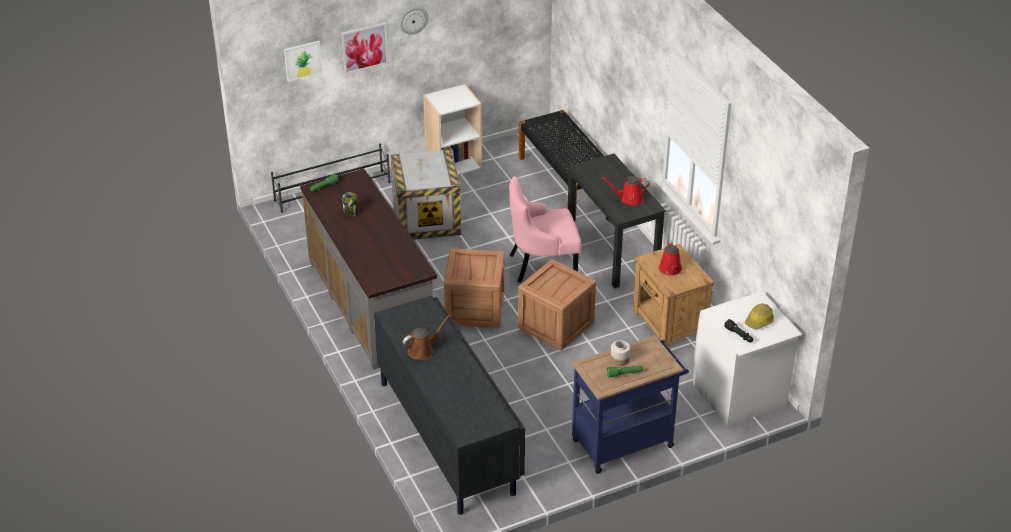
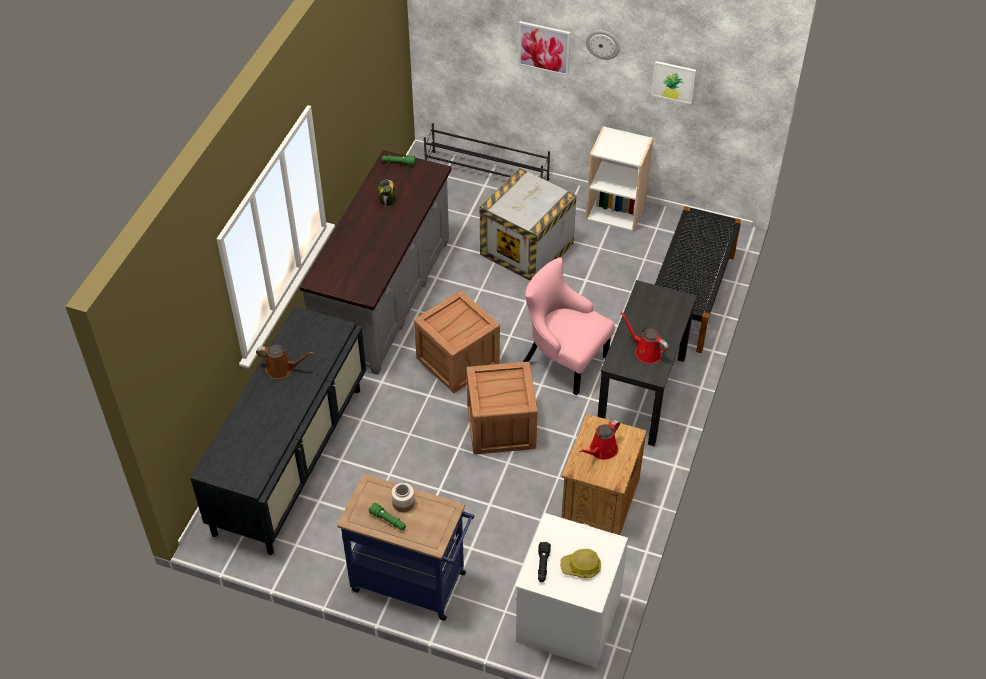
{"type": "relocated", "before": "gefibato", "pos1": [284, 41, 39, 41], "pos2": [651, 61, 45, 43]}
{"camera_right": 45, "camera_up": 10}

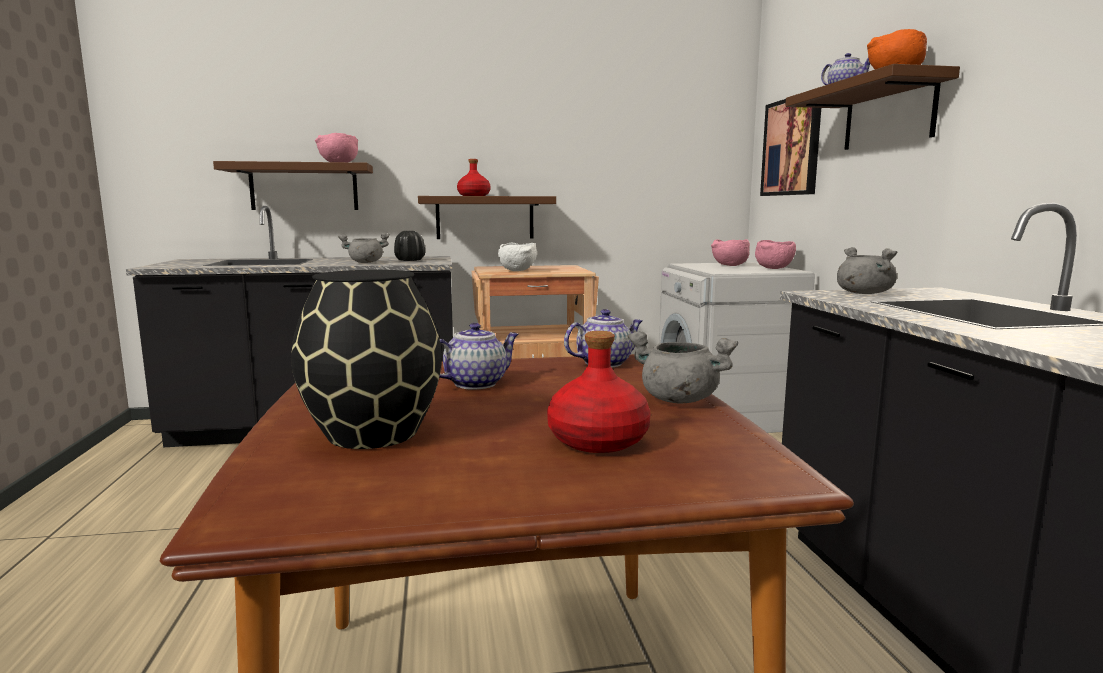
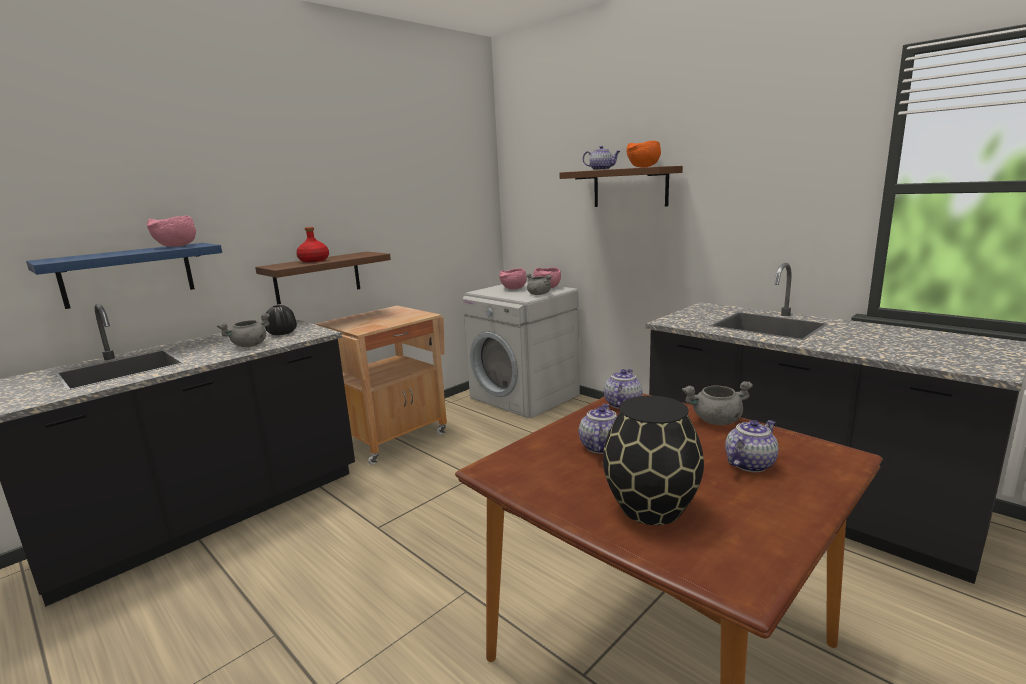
{"type": "missing", "before": "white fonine", "pos1": [498, 243, 39, 28]}
{"type": "missing", "before": "gefibato", "pos1": [760, 99, 61, 97]}
{"type": "relocated", "before": "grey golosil", "pos1": [837, 247, 60, 47], "pos2": [526, 273, 26, 22]}
{"type": "exchanged", "before": "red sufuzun", "after": "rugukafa", "pos1": [547, 331, 104, 122], "pos2": [725, 420, 54, 52]}
{"type": "colour", "before": "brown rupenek", "after": "blue rupenek", "pos1": [213, 161, 160, 49], "pos2": [26, 243, 196, 66]}
{"camera_right": -35, "camera_up": 5}

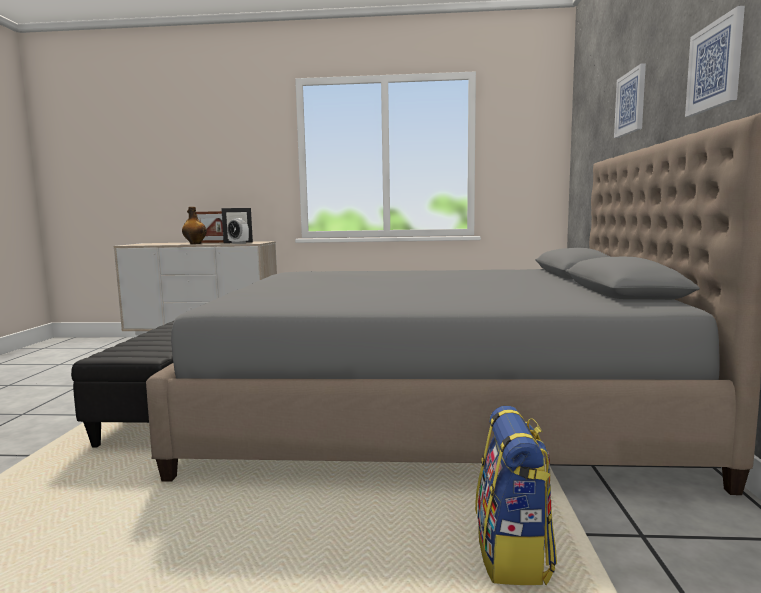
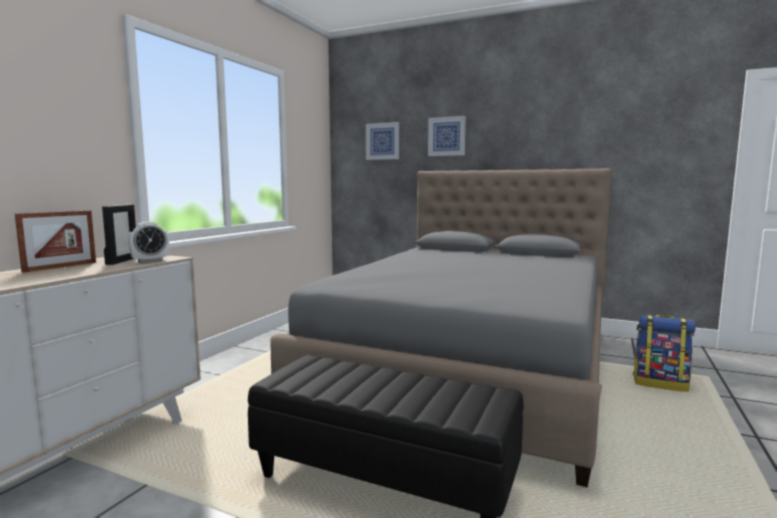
{"type": "missing", "before": "sufuzun", "pos1": [182, 207, 25, 37]}
{"type": "relocated", "before": "gefibato", "pos1": [685, 6, 60, 111], "pos2": [366, 122, 33, 38]}
{"camera_right": -70, "camera_up": 0}

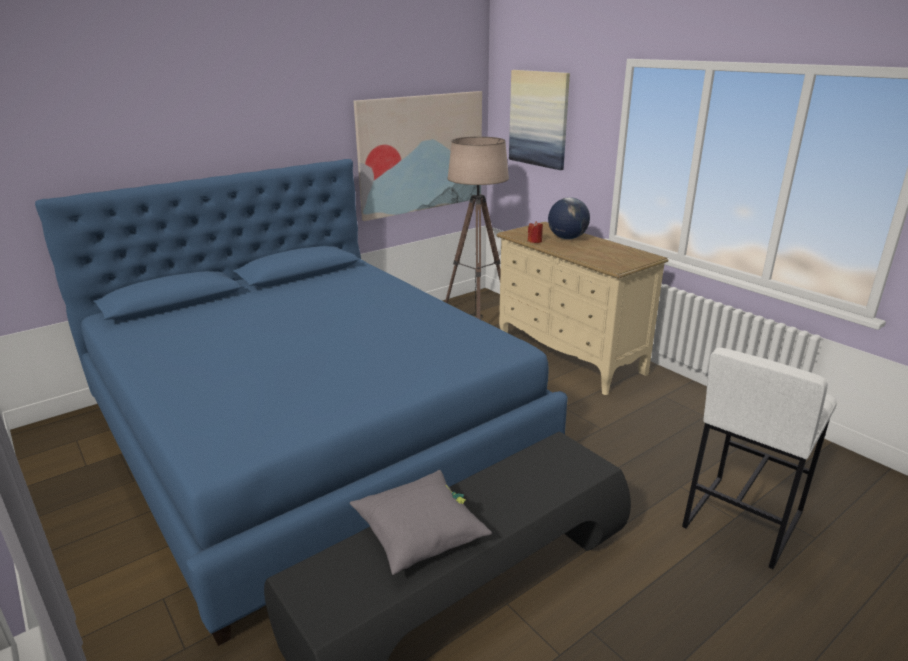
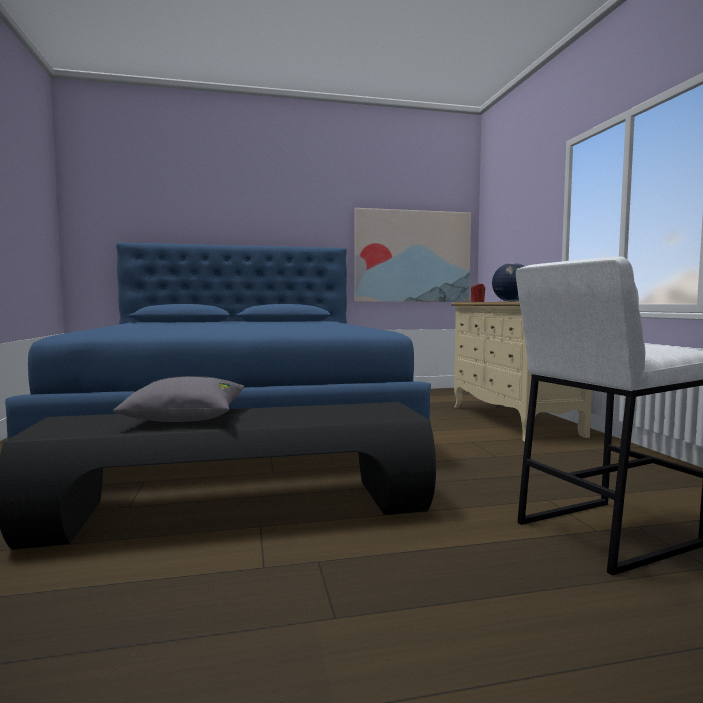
{"type": "missing", "before": "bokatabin", "pos1": [445, 137, 64, 182]}
{"type": "missing", "before": "gefibato", "pos1": [509, 70, 61, 100]}
{"camera_right": 25, "camera_up": -20}

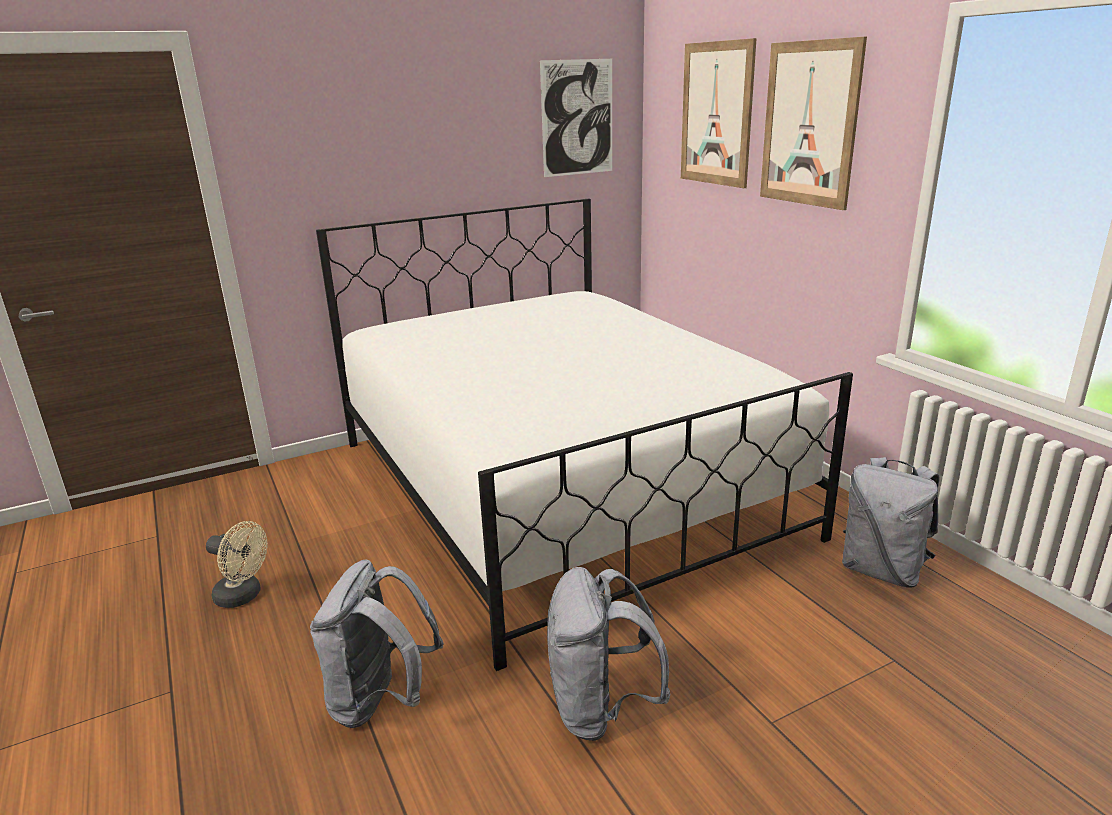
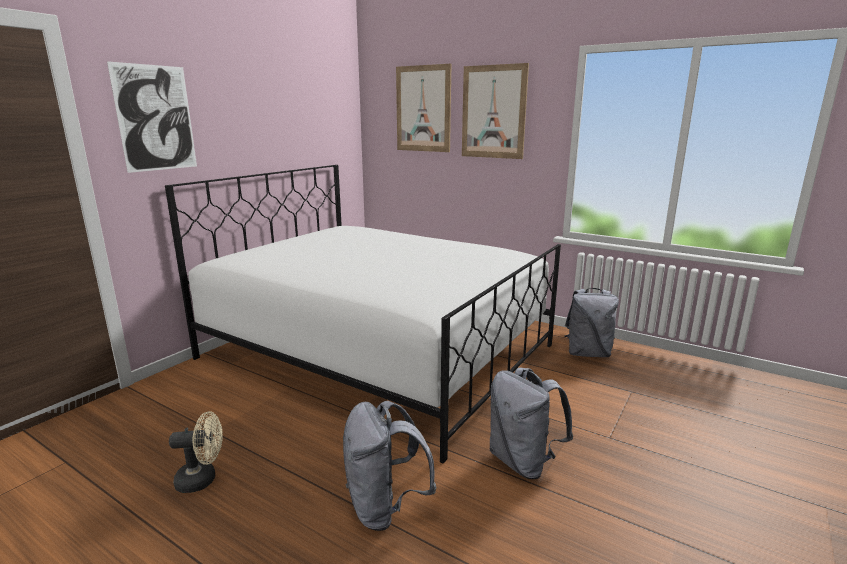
{"type": "relocated", "before": "gefibato", "pos1": [540, 59, 72, 118], "pos2": [107, 61, 90, 112]}
{"camera_right": -30, "camera_up": -5}

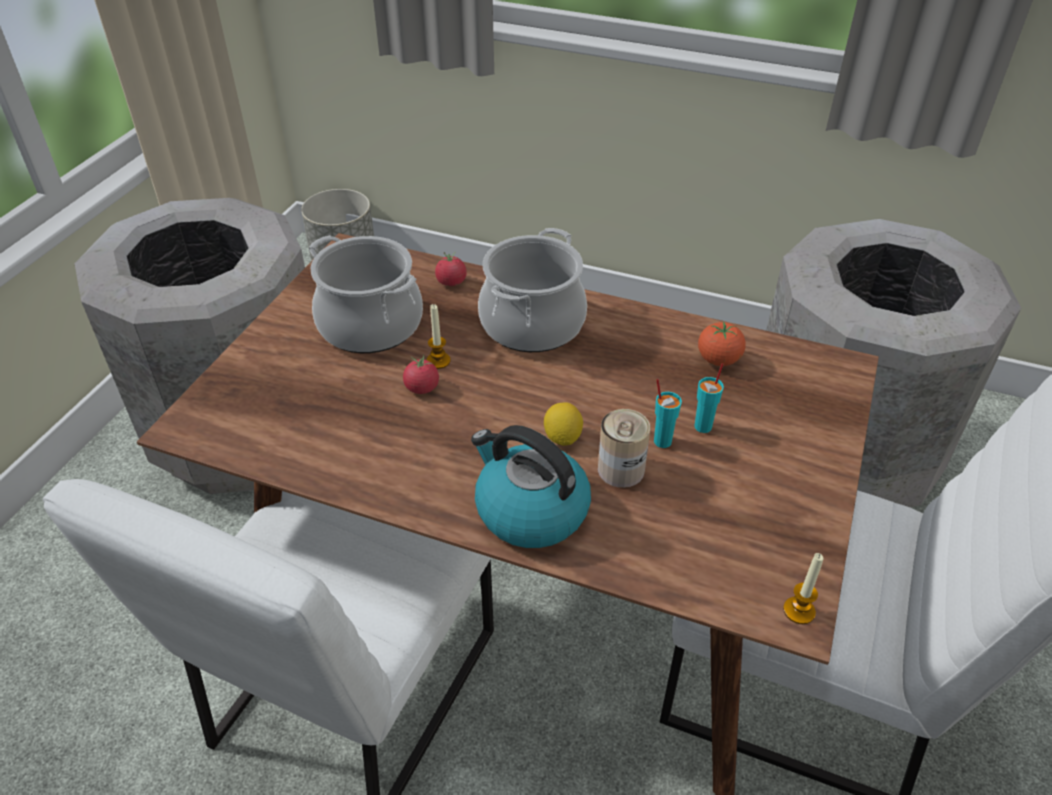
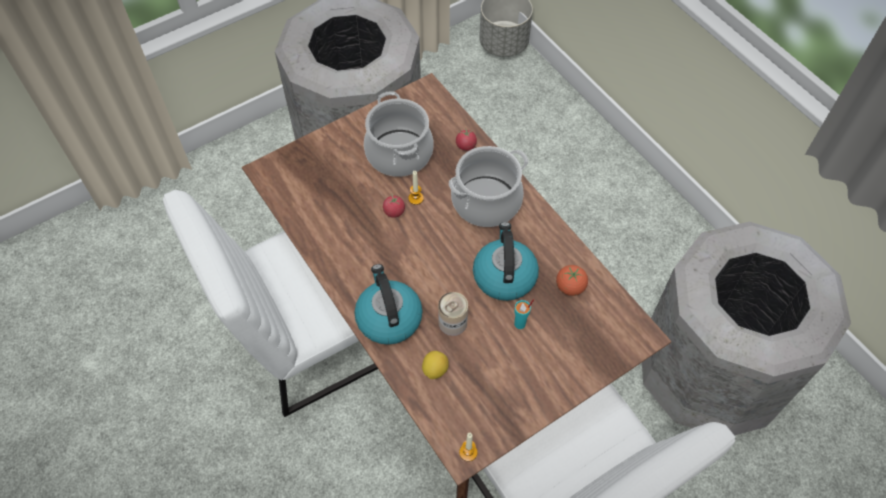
{"type": "missing", "before": "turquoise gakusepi", "pos1": [654, 379, 28, 69]}
{"type": "appeared", "after": "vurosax", "pos2": [473, 222, 66, 79]}
{"type": "relocated", "before": "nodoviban", "pos1": [544, 402, 39, 44], "pos2": [422, 351, 27, 28]}
{"camera_right": 35, "camera_up": 15}

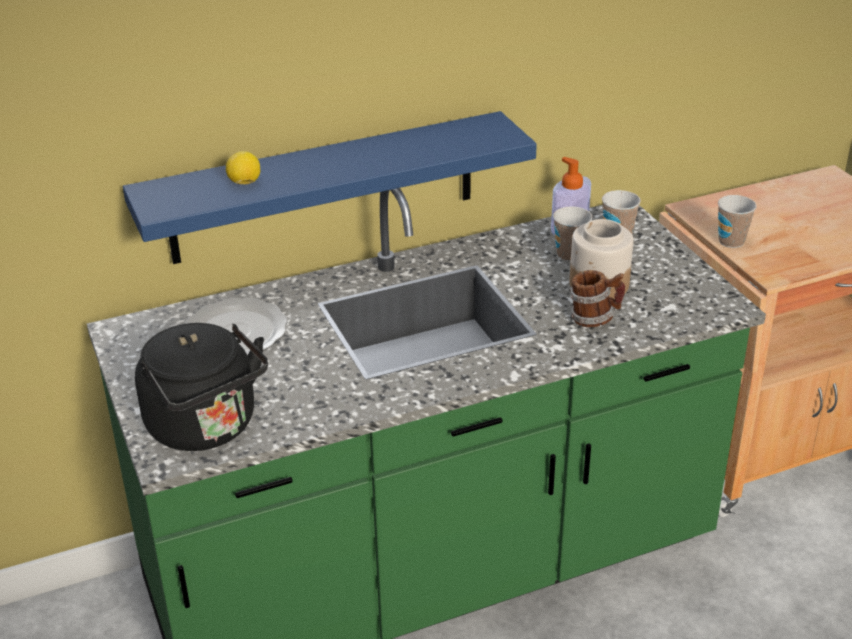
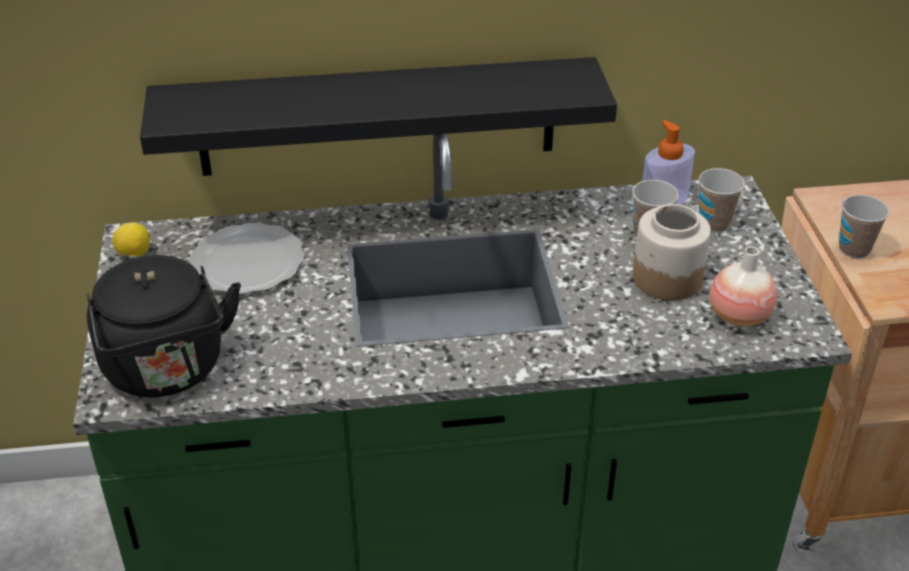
{"type": "missing", "before": "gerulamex", "pos1": [570, 270, 55, 57]}
{"type": "appeared", "after": "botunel", "pos2": [710, 247, 67, 80]}
{"type": "relocated", "before": "nodoviban", "pos1": [226, 151, 34, 33], "pos2": [112, 222, 38, 34]}
{"type": "colour", "before": "blue rupenek", "after": "black rupenek", "pos1": [123, 111, 414, 153], "pos2": [140, 57, 477, 119]}
{"camera_right": 15, "camera_up": 5}

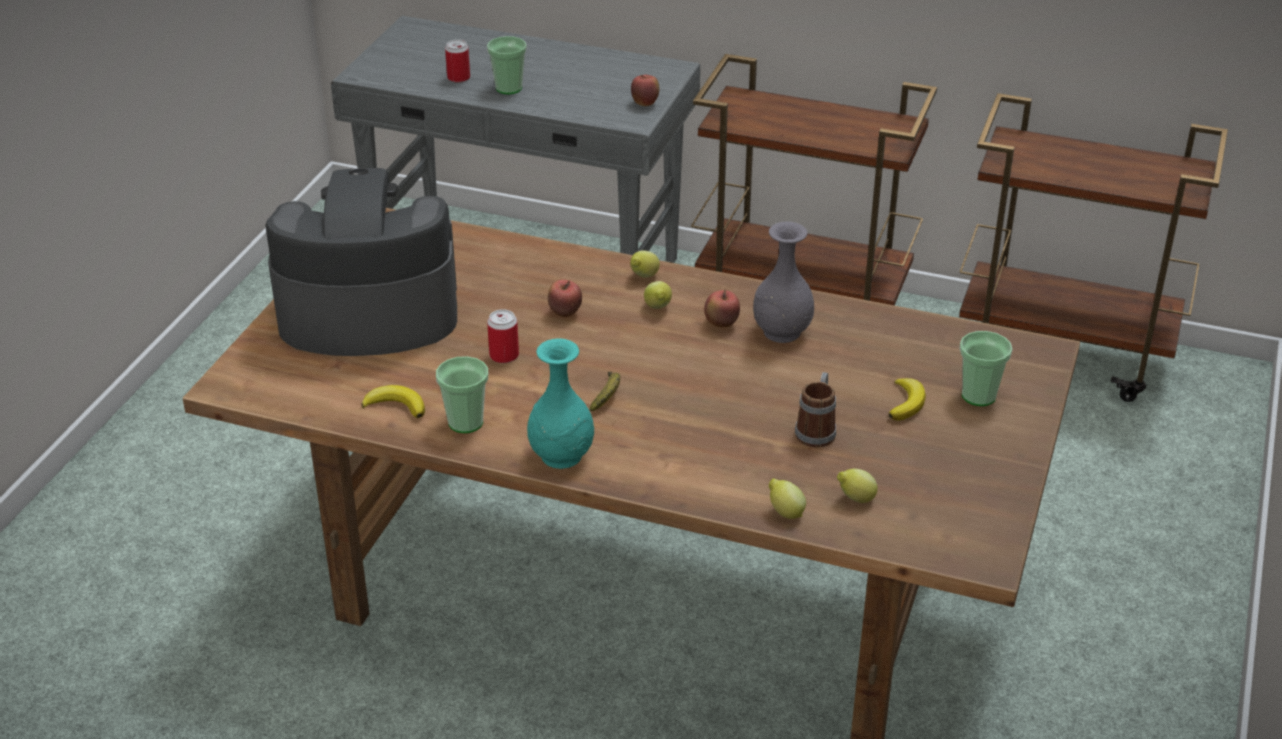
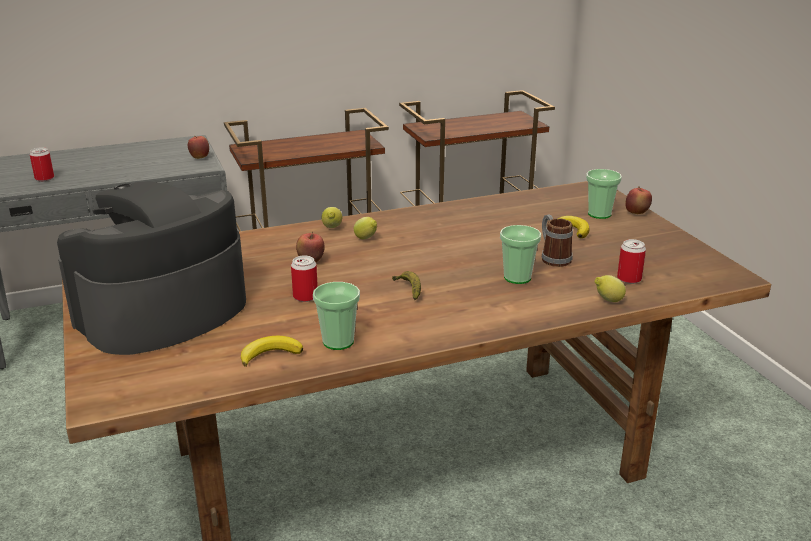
{"type": "missing", "before": "turquoise botunel", "pos1": [527, 338, 67, 131]}
{"type": "missing", "before": "grey botunel", "pos1": [753, 222, 61, 121]}
{"type": "relocated", "before": "gakusepi", "pos1": [487, 36, 40, 58], "pos2": [500, 225, 41, 59]}
{"type": "relocated", "before": "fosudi", "pos1": [704, 290, 36, 37], "pos2": [625, 186, 27, 28]}
{"type": "exchanged", "before": "nodoviban", "after": "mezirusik", "pos1": [837, 468, 41, 35], "pos2": [617, 239, 29, 45]}
{"camera_right": -40, "camera_up": -10}

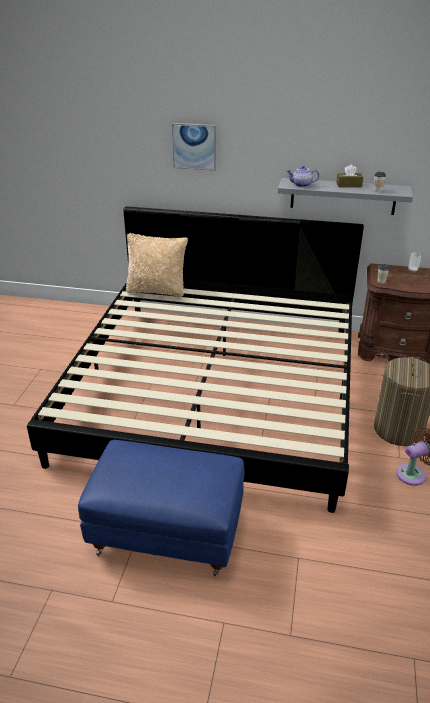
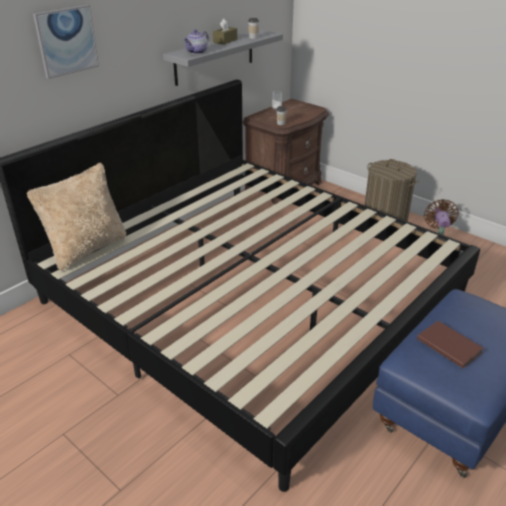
{"type": "appeared", "after": "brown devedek", "pos2": [417, 321, 67, 47]}
{"camera_right": -60, "camera_up": 0}

